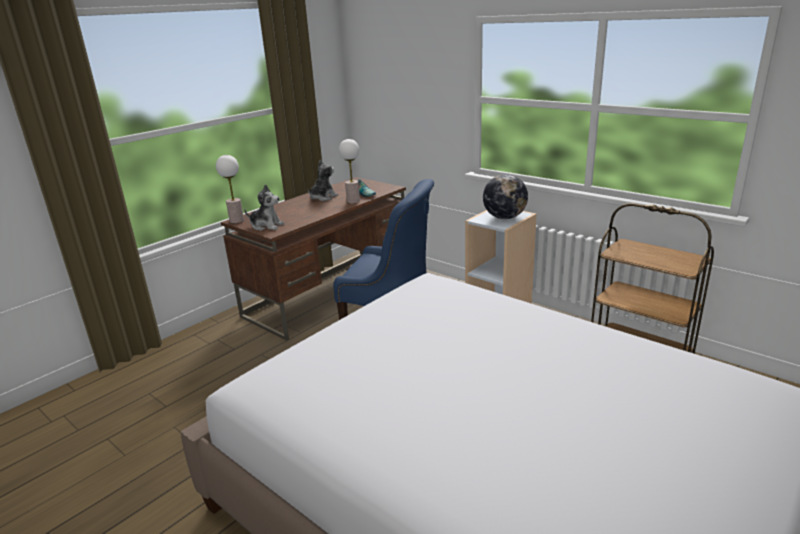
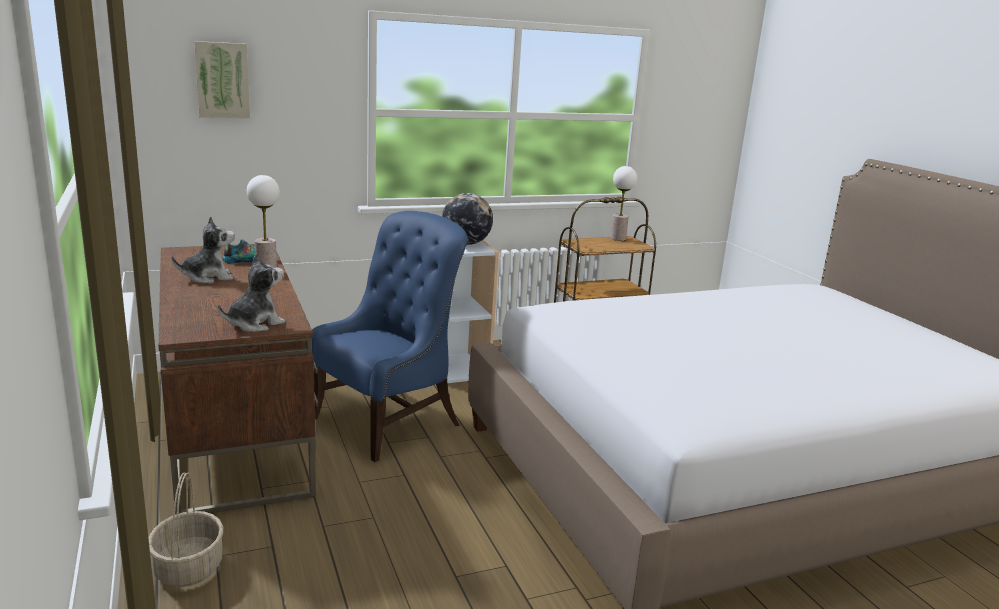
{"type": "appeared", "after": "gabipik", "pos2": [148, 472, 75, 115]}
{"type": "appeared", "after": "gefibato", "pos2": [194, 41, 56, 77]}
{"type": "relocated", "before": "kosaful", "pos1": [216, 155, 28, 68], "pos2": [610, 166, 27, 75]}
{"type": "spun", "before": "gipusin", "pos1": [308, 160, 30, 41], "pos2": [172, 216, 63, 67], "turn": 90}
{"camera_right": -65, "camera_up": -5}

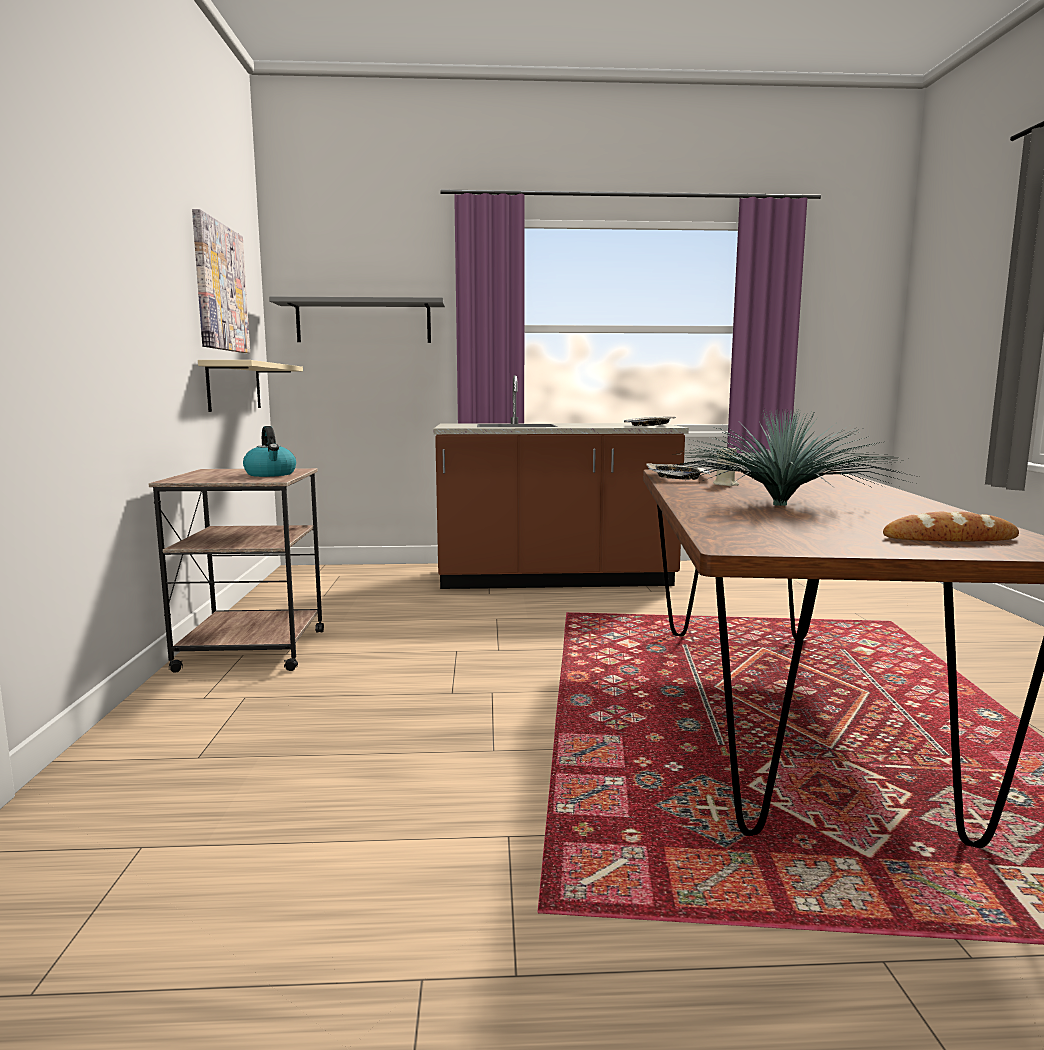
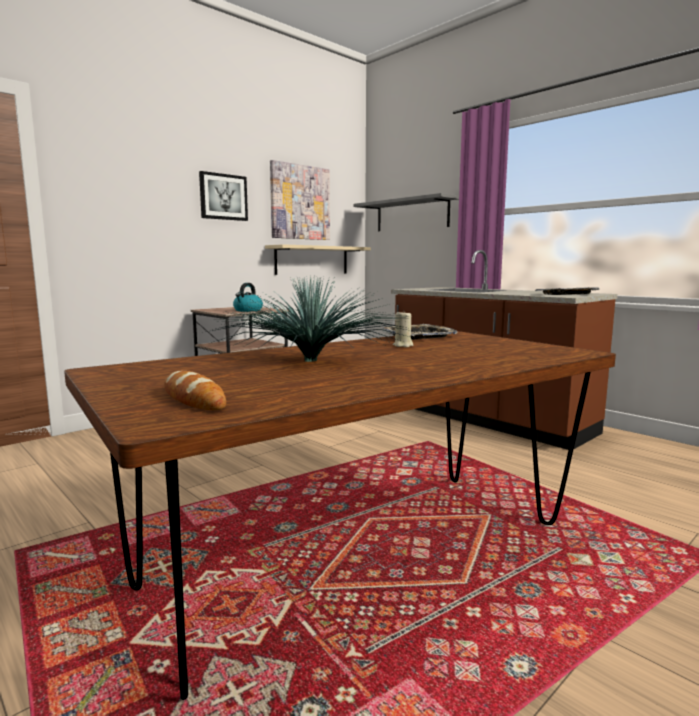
{"type": "appeared", "after": "gefibato", "pos2": [199, 171, 49, 50]}
{"camera_right": 50, "camera_up": 0}

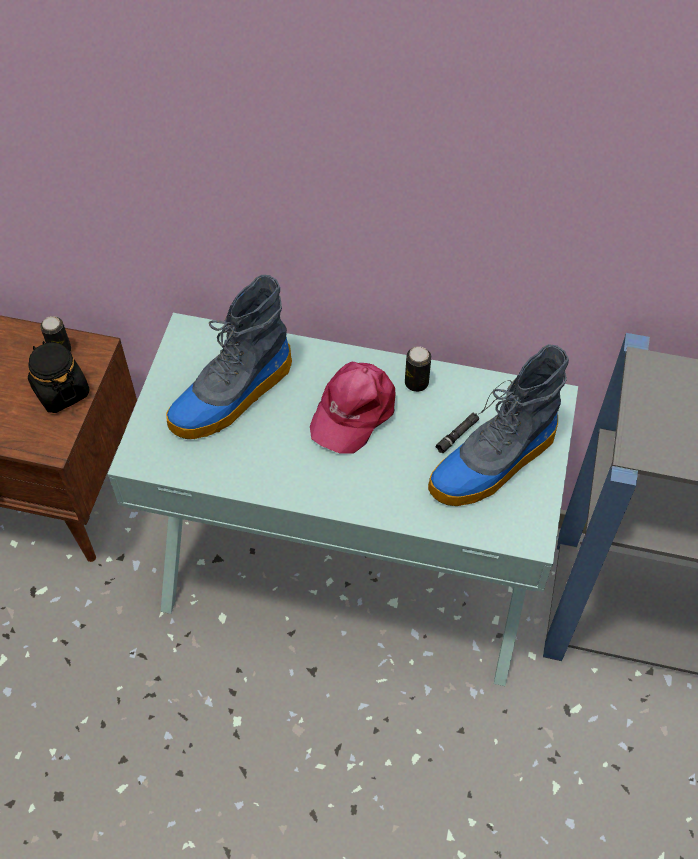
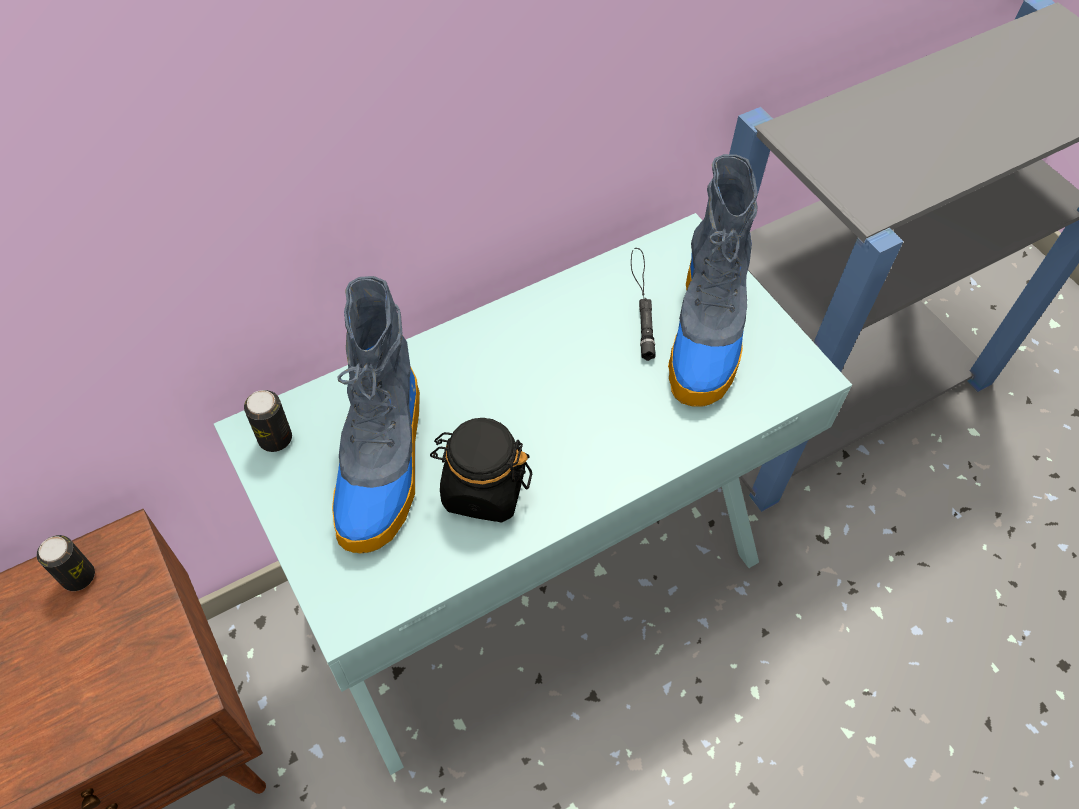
{"type": "missing", "before": "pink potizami", "pos1": [310, 362, 85, 92]}
{"type": "relocated", "before": "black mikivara", "pos1": [28, 341, 62, 72], "pos2": [430, 418, 102, 104]}
{"type": "relocated", "before": "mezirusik", "pos1": [405, 346, 26, 46], "pos2": [244, 390, 48, 62]}
{"camera_right": -45, "camera_up": 0}

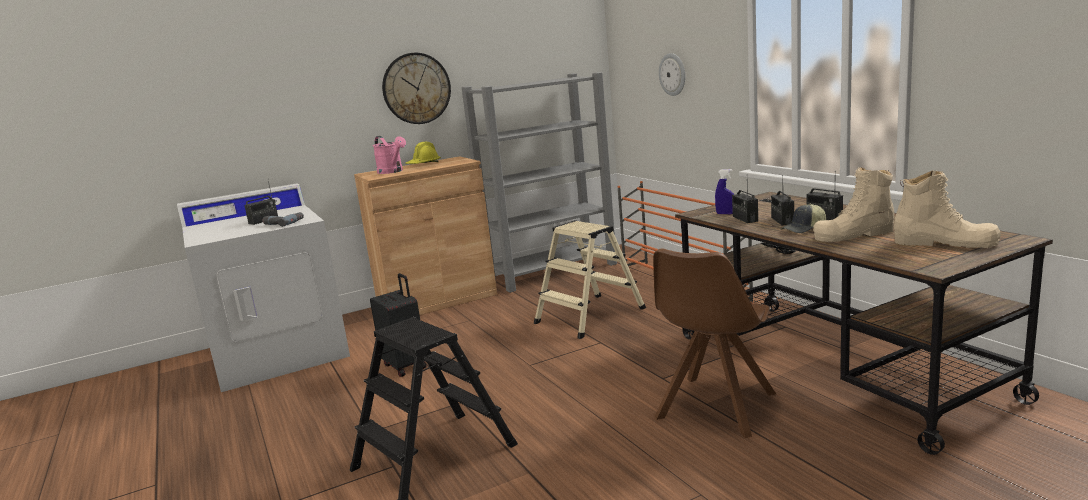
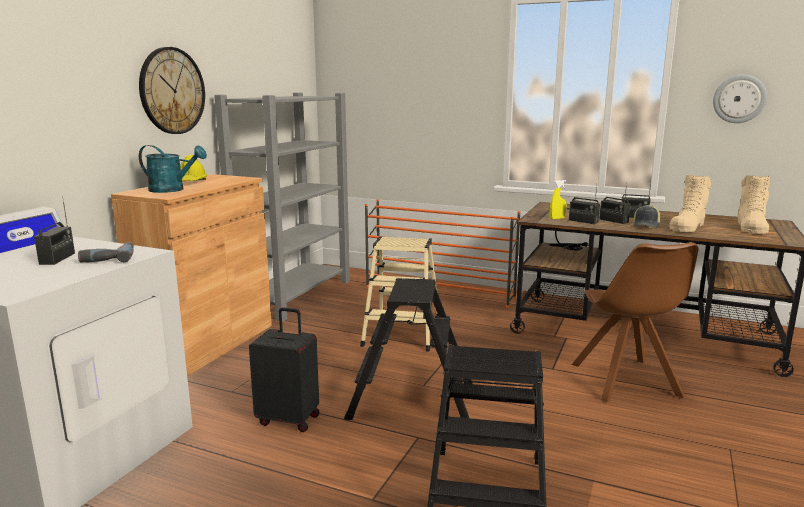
{"type": "appeared", "after": "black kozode", "pos2": [344, 278, 129, 142]}
{"type": "relocated", "before": "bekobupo", "pos1": [659, 53, 26, 43], "pos2": [713, 75, 54, 48]}
{"type": "colour", "before": "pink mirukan", "after": "turquoise mirukan", "pos1": [373, 136, 33, 38], "pos2": [139, 145, 68, 48]}
{"type": "colour", "before": "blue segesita", "after": "yellow segesita", "pos1": [715, 169, 19, 45], "pos2": [550, 180, 16, 39]}
{"type": "spun", "before": "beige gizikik", "pos1": [894, 171, 107, 77], "pos2": [737, 175, 33, 59], "turn": 120}
{"camera_right": -40, "camera_up": 0}

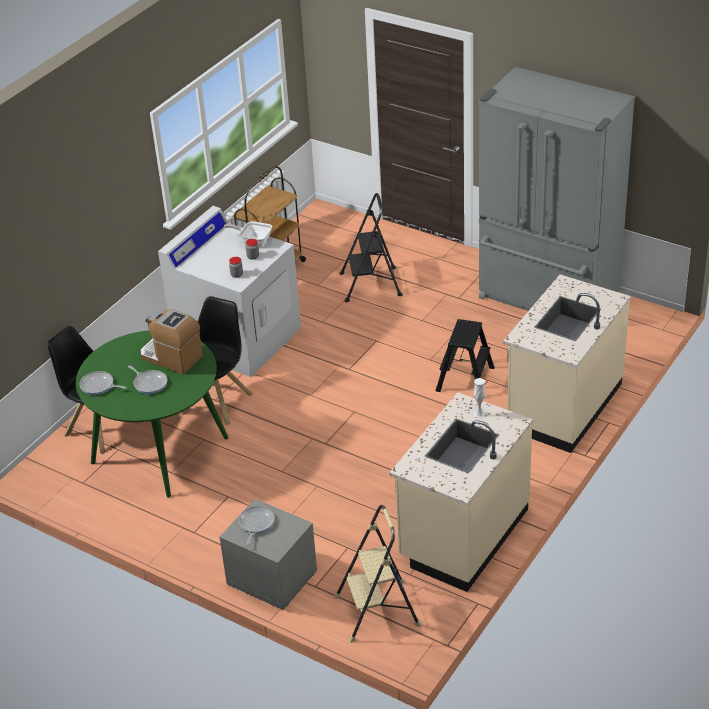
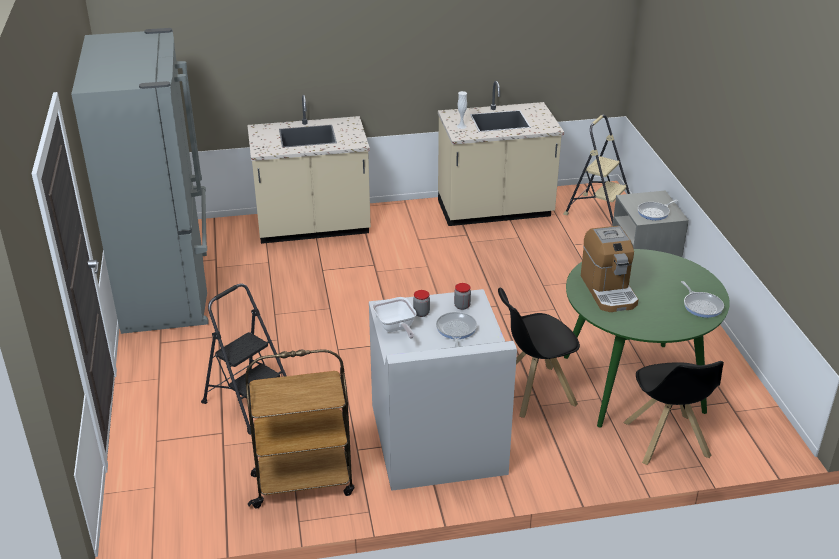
{"type": "missing", "before": "black kozode", "pos1": [435, 319, 60, 73]}
{"type": "relocated", "before": "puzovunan", "pos1": [128, 365, 39, 29], "pos2": [436, 312, 41, 35]}
{"camera_right": -135, "camera_up": -5}

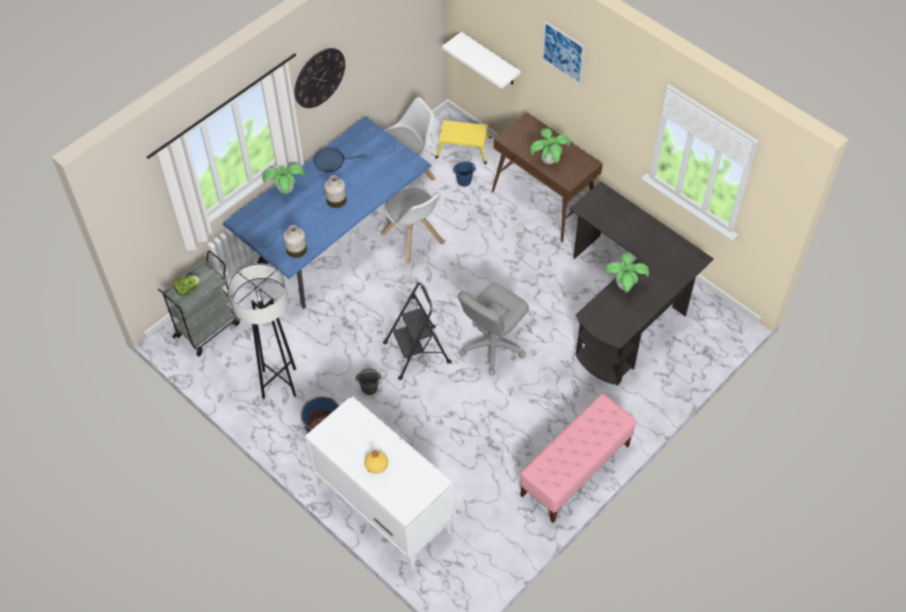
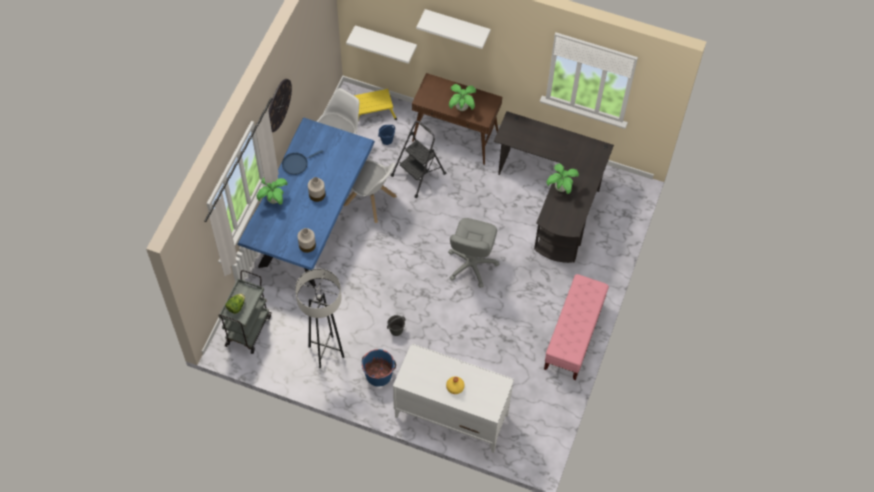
{"type": "relocated", "before": "black kozode", "pos1": [383, 282, 69, 98], "pos2": [390, 121, 57, 77]}
{"type": "exchanged", "before": "gefibato", "after": "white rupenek", "pos1": [542, 21, 43, 63], "pos2": [416, 9, 75, 40]}
{"camera_right": -25, "camera_up": 5}

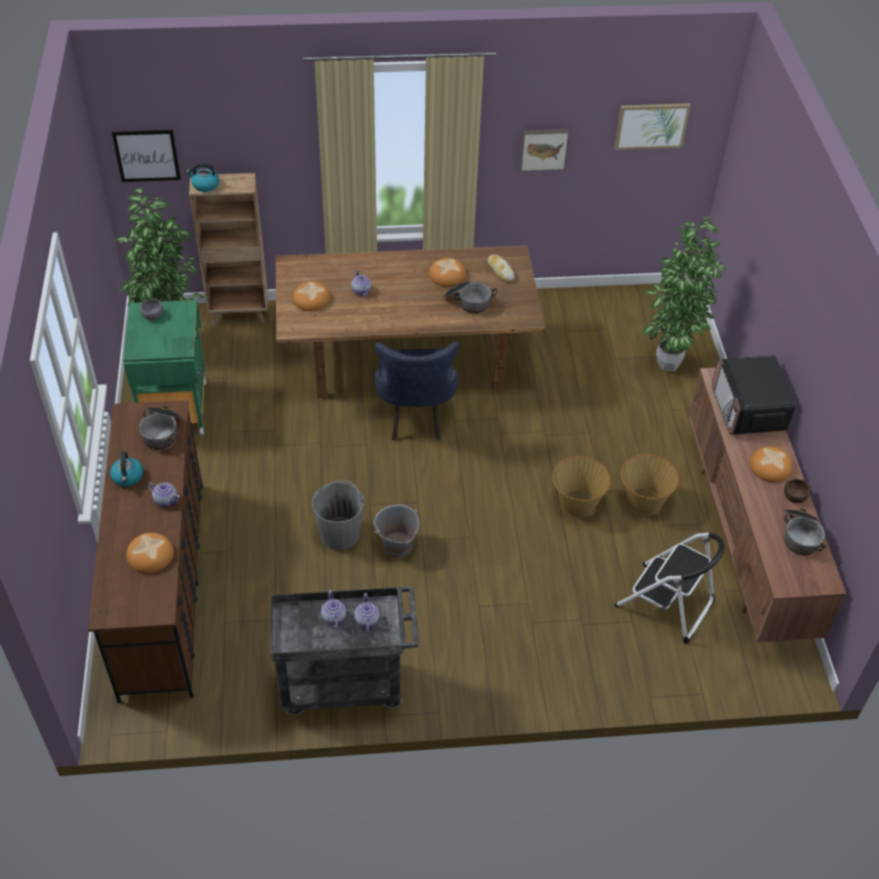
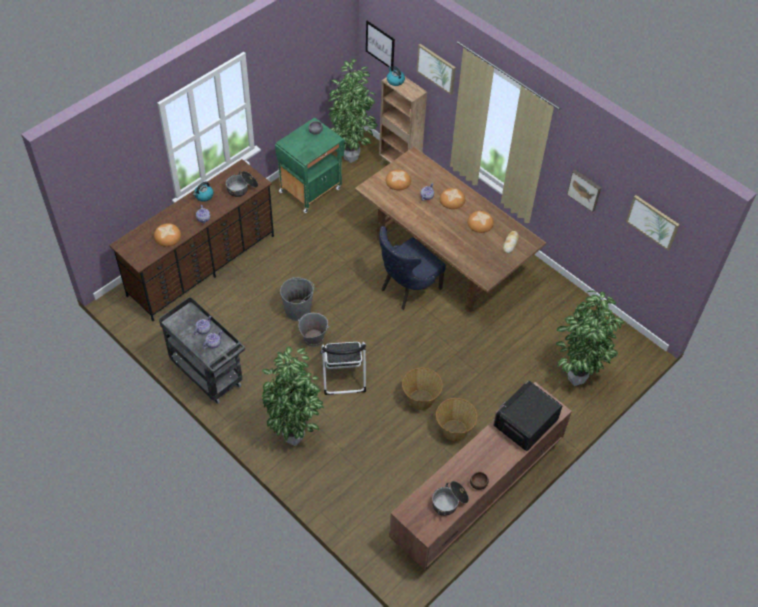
{"type": "missing", "before": "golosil", "pos1": [443, 282, 54, 32]}
{"type": "appeared", "after": "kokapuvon", "pos2": [262, 347, 62, 99]}
{"type": "appeared", "after": "gefibato", "pos2": [416, 44, 40, 51]}
{"type": "relocated", "before": "kozode", "pos1": [615, 533, 109, 111], "pos2": [321, 342, 45, 53]}
{"type": "relocated", "before": "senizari", "pos1": [749, 446, 43, 36], "pos2": [440, 188, 25, 21]}
{"camera_right": 50, "camera_up": 5}

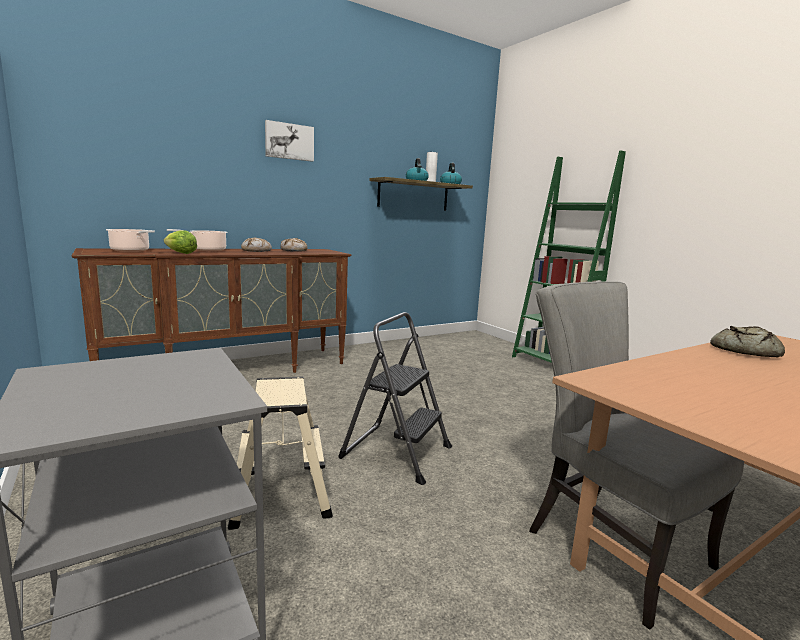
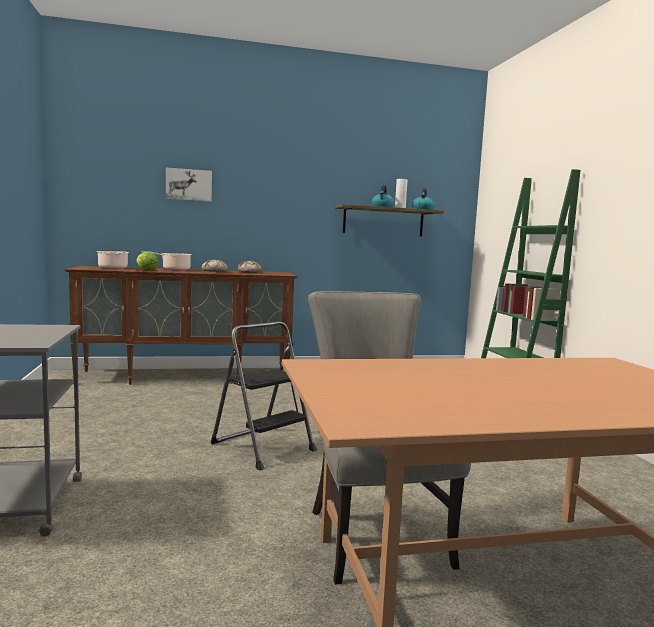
{"type": "missing", "before": "beige kozode", "pos1": [228, 376, 105, 154]}
{"type": "missing", "before": "senizari", "pos1": [710, 326, 75, 31]}
{"type": "relocated", "before": "gefibato", "pos1": [265, 120, 49, 42], "pos2": [166, 168, 46, 34]}
{"camera_right": 20, "camera_up": -5}

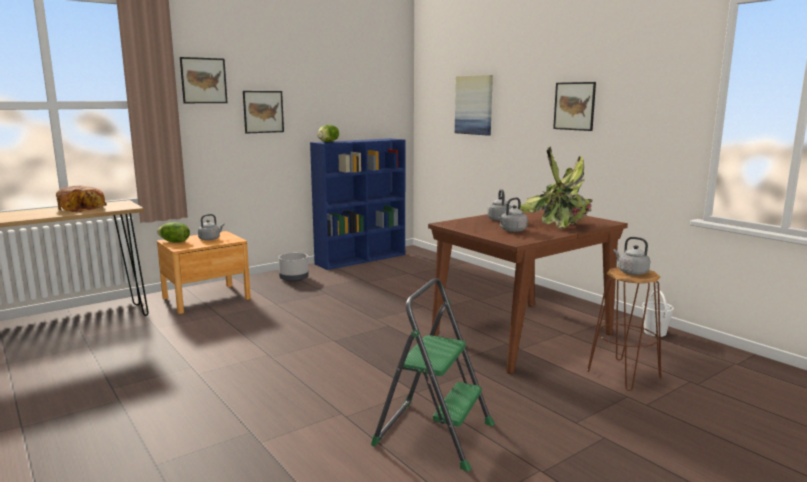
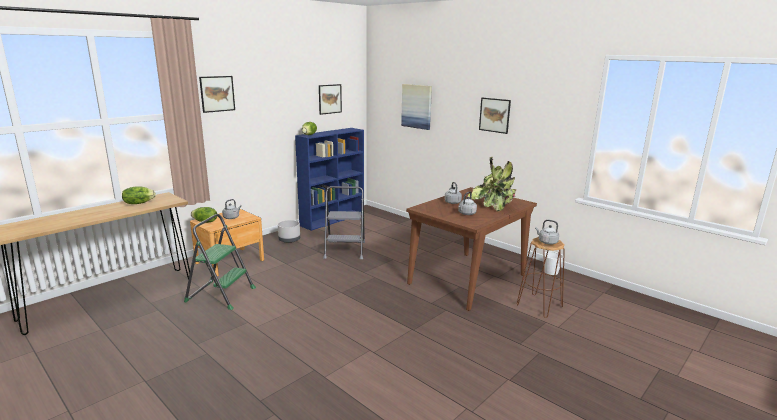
{"type": "appeared", "after": "grey kozode", "pos2": [323, 186, 42, 73]}
{"type": "relocated", "before": "gefibato", "pos1": [243, 91, 41, 43], "pos2": [319, 84, 23, 31]}
{"type": "relocated", "before": "green kozode", "pos1": [371, 278, 124, 194], "pos2": [184, 214, 72, 96]}
{"type": "exchanged", "before": "senizari", "after": "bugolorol", "pos1": [56, 185, 51, 27], "pos2": [122, 187, 34, 17]}
{"camera_right": -10, "camera_up": 5}

